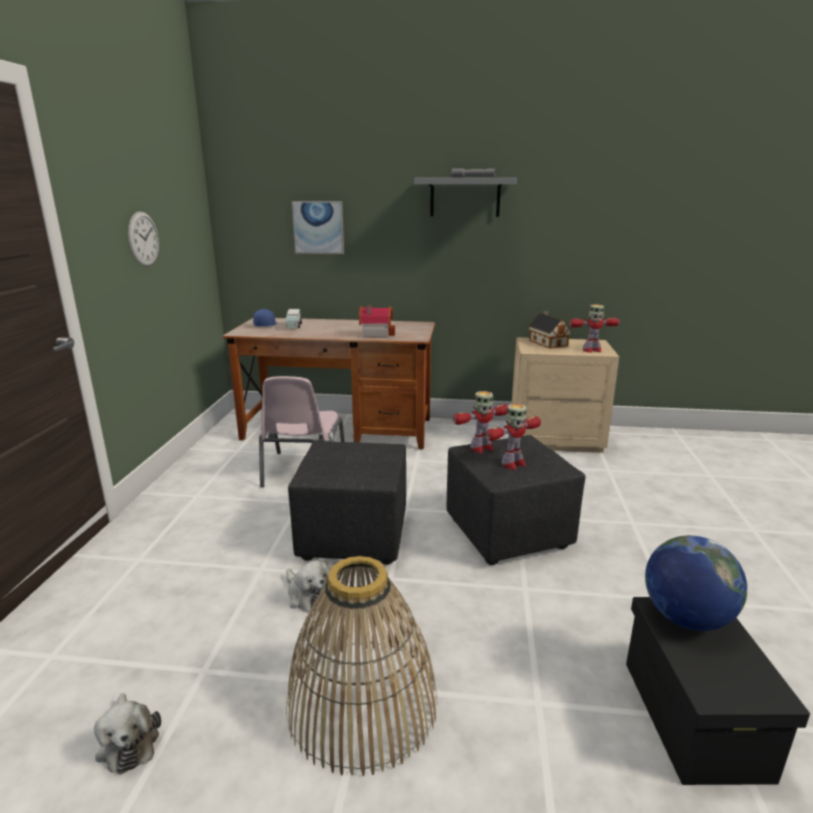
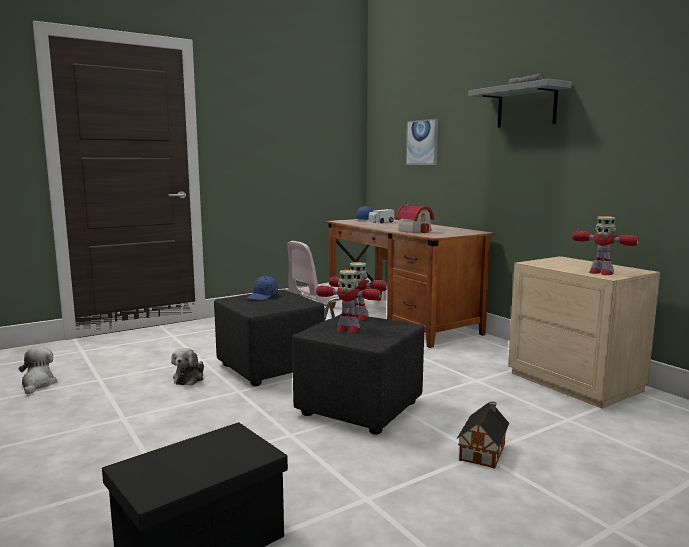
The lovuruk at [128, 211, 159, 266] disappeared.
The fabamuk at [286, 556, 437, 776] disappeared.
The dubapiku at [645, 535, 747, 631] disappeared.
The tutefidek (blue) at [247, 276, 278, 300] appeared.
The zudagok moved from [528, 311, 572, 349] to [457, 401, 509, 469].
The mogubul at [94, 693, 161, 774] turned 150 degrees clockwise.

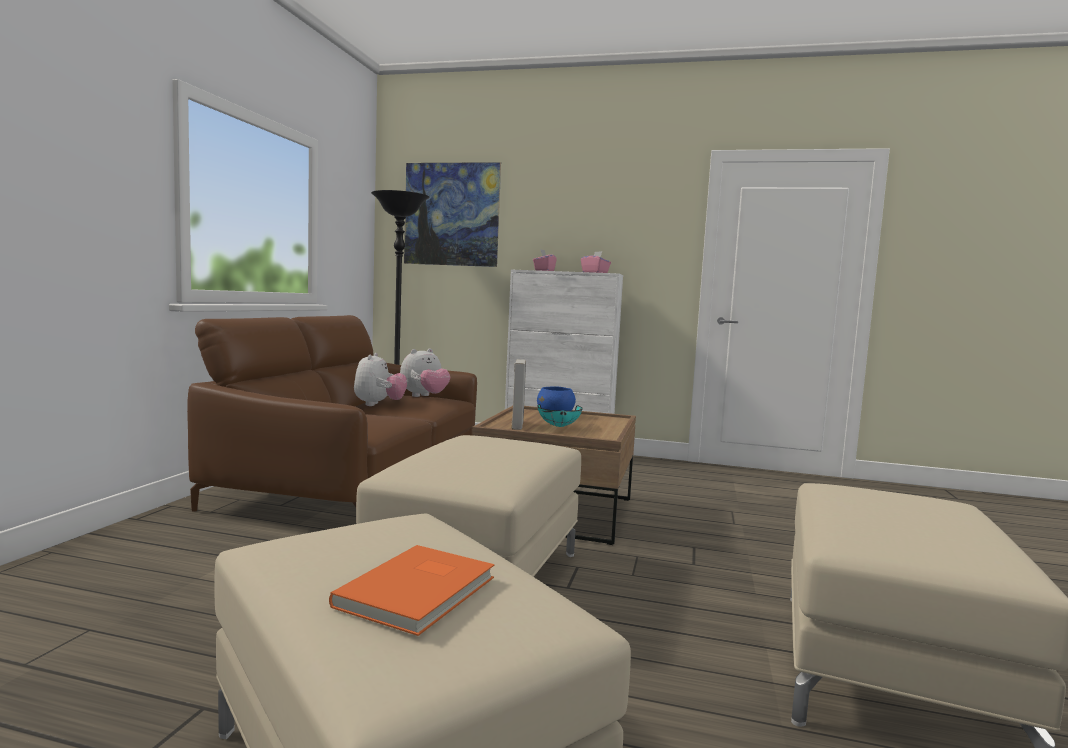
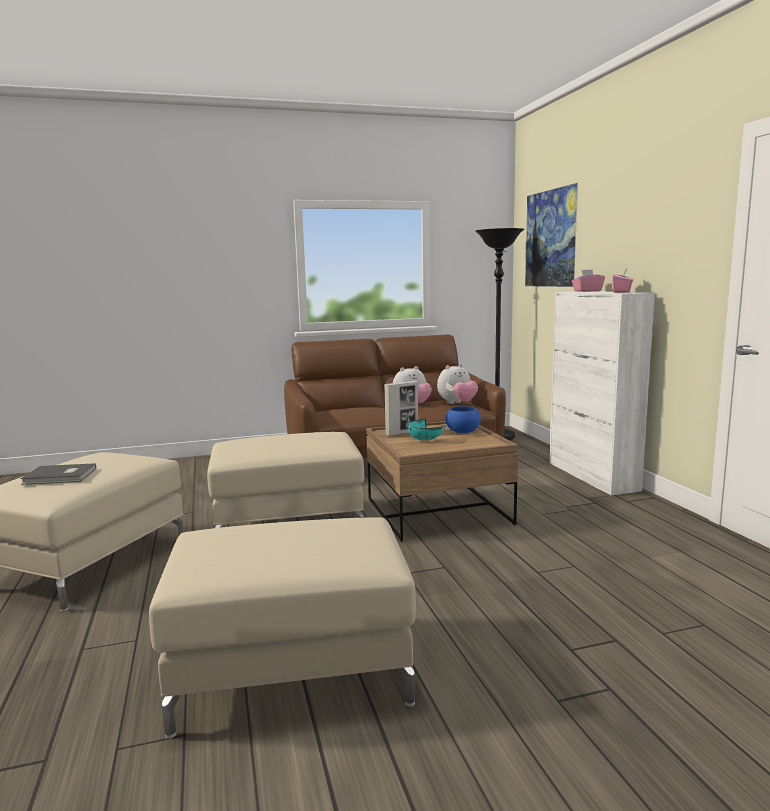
The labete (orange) at [329, 545, 495, 636] became the labete (grey) at [20, 463, 96, 485].
The mogubul at [400, 348, 450, 397] turned 45 degrees counterclockwise.

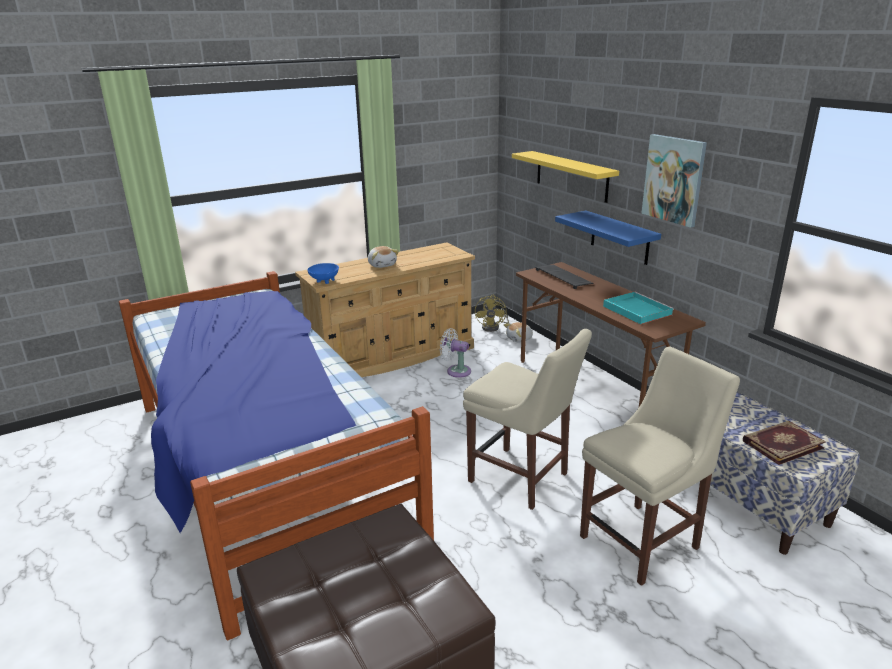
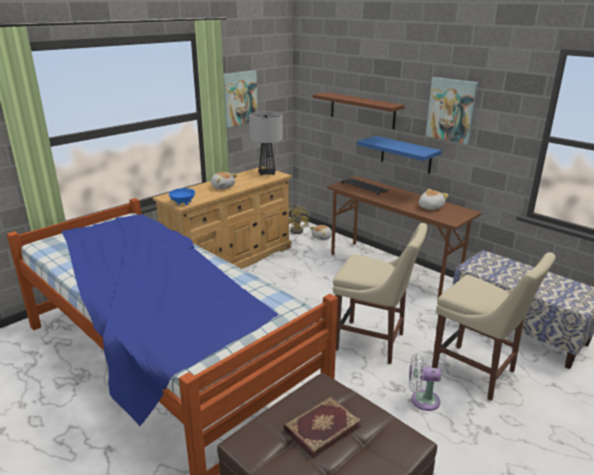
The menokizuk at [224, 70, 258, 128] appeared.
The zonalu at [249, 112, 283, 175] appeared.
The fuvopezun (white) moved from [440, 328, 471, 378] to [409, 353, 441, 411].
The labete moved from [743, 421, 826, 465] to [284, 397, 361, 459].
The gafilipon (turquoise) at [603, 292, 674, 324] was replaced by the mogubul at [419, 189, 448, 210].
The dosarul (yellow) at [512, 151, 619, 203] became the dosarul (brown) at [313, 92, 405, 129].
The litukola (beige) at [580, 347, 740, 586] turned 90 degrees clockwise.

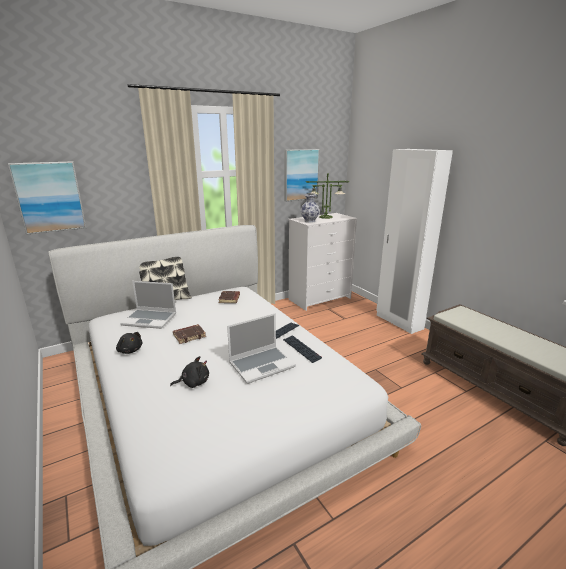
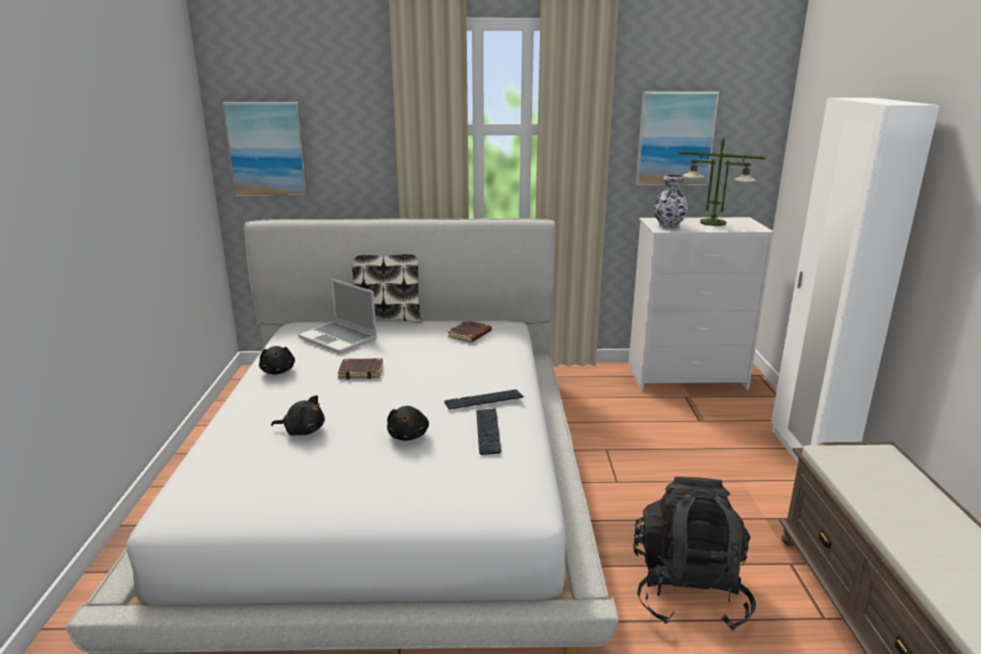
The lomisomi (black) at [633, 476, 756, 631] appeared.
The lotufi at [227, 313, 296, 384] was replaced by the mogubul (black) at [387, 406, 429, 441].

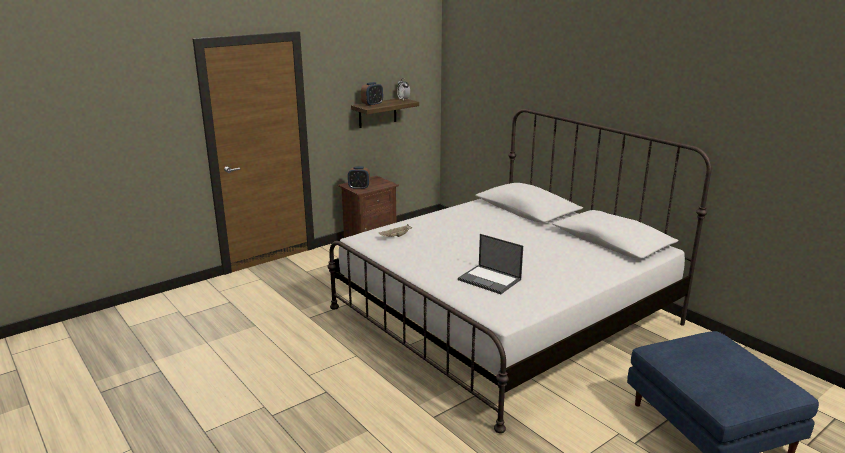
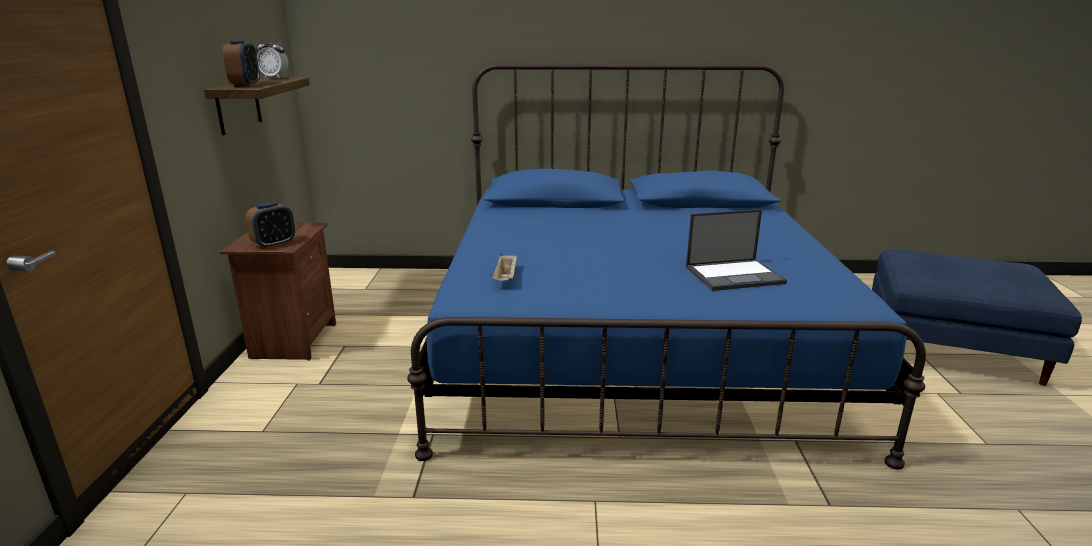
The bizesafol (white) at [327, 109, 712, 433] became the bizesafol (blue) at [407, 64, 926, 470].

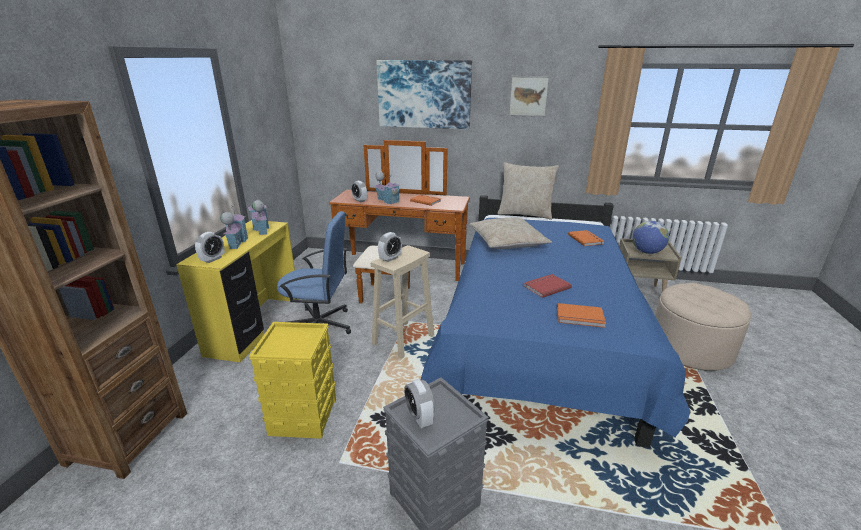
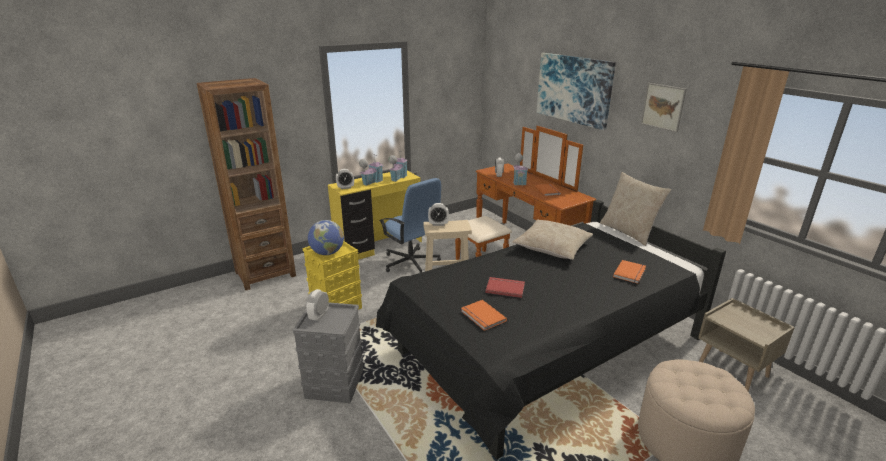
The dubapiku moved from [632, 221, 669, 254] to [308, 220, 344, 255].
The bizesafol (blue) at [421, 195, 690, 448] became the bizesafol (black) at [376, 200, 726, 460].

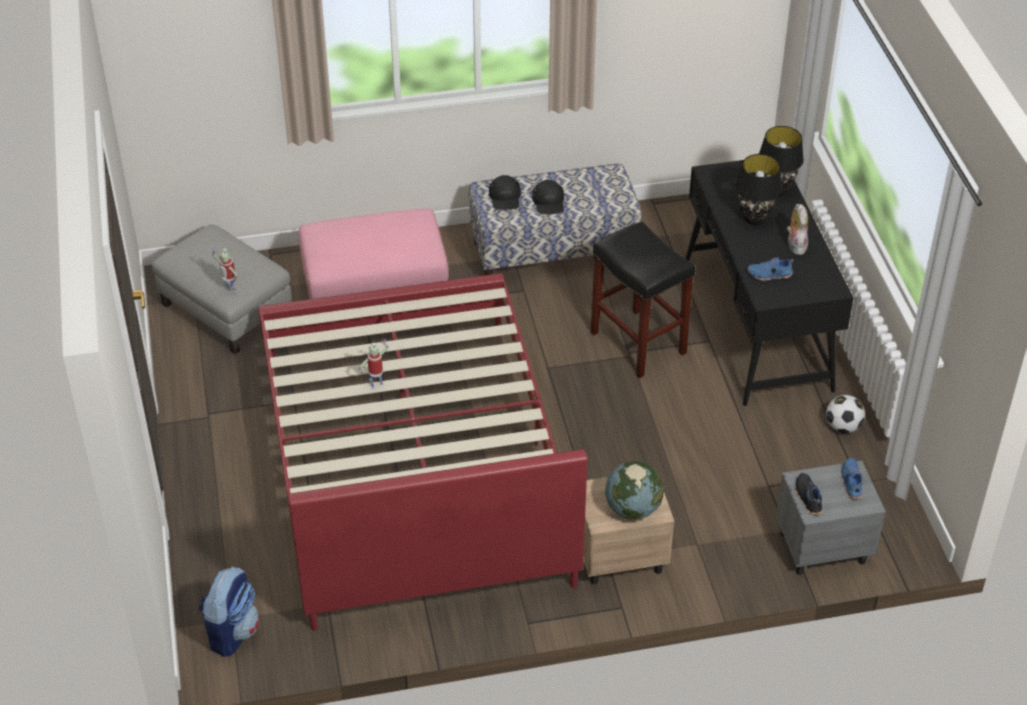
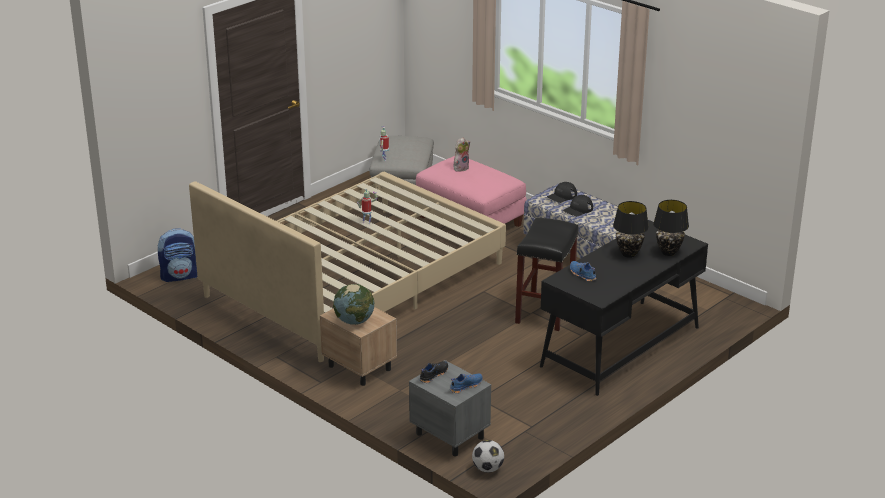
The mogubul moved from [786, 204, 808, 255] to [454, 137, 470, 172].
The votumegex moved from [826, 395, 865, 433] to [472, 440, 504, 473].
The bizesafol (red) at [258, 273, 588, 631] became the bizesafol (beige) at [189, 172, 506, 362].

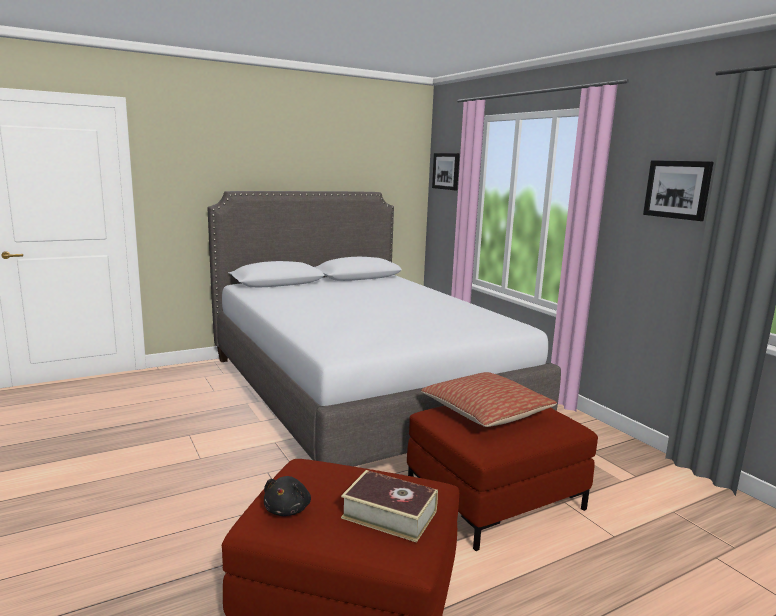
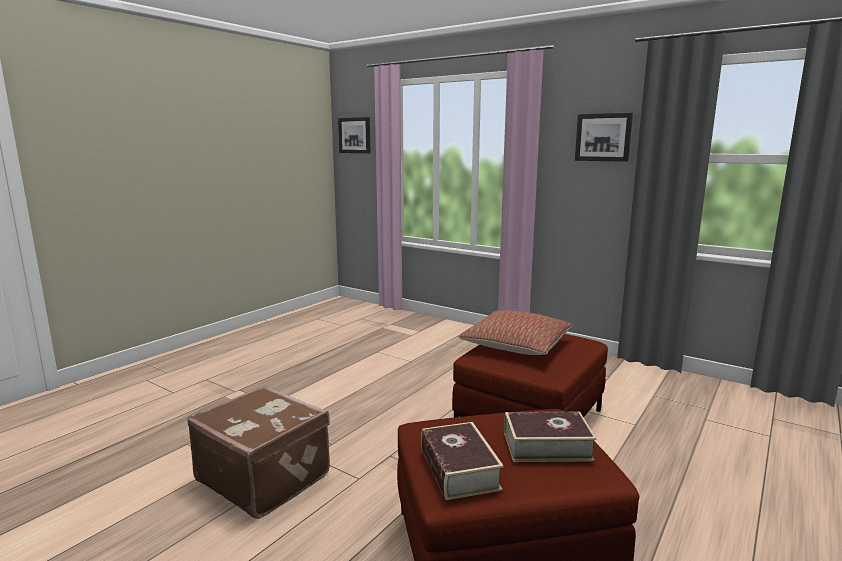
The bizesafol (grey) at [207, 191, 561, 466] disappeared.
The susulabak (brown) at [187, 385, 330, 519] appeared.
The mogubul (black) at [264, 476, 311, 516] was replaced by the labete at [421, 422, 504, 500].

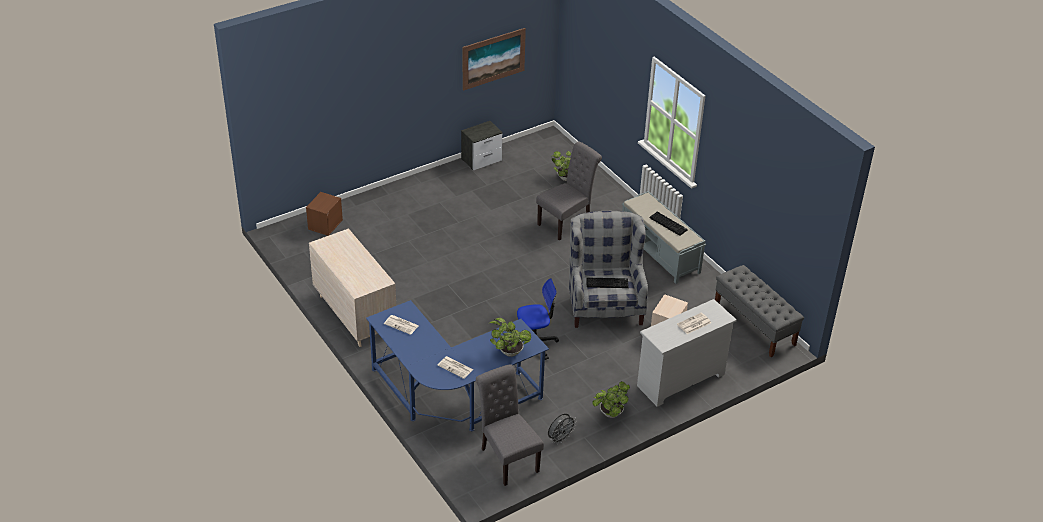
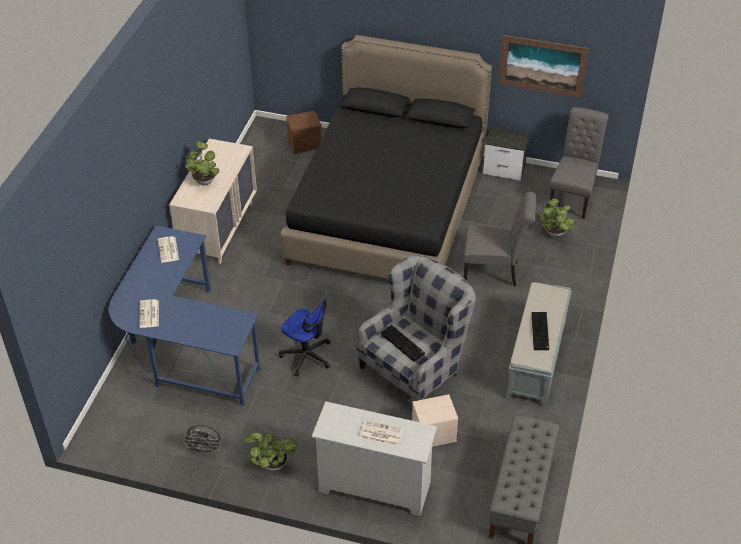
The bizesafol (black) at [280, 35, 492, 279] appeared.
The litukola (grey) moved from [476, 364, 544, 486] to [549, 107, 609, 219].
The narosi moved from [490, 318, 531, 357] to [185, 141, 219, 185].

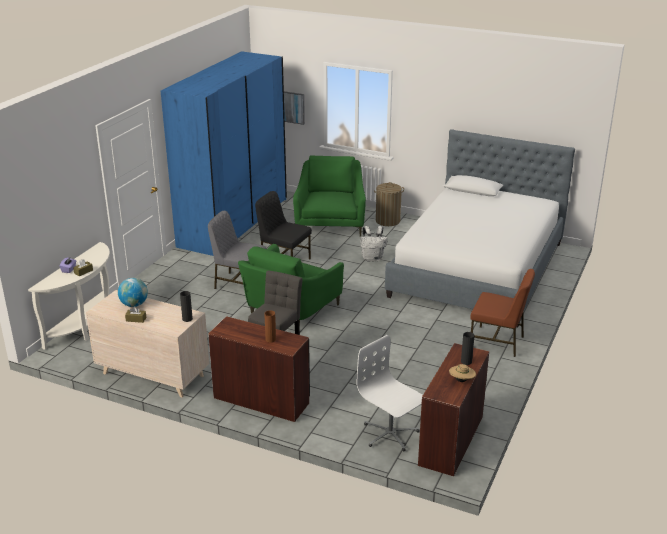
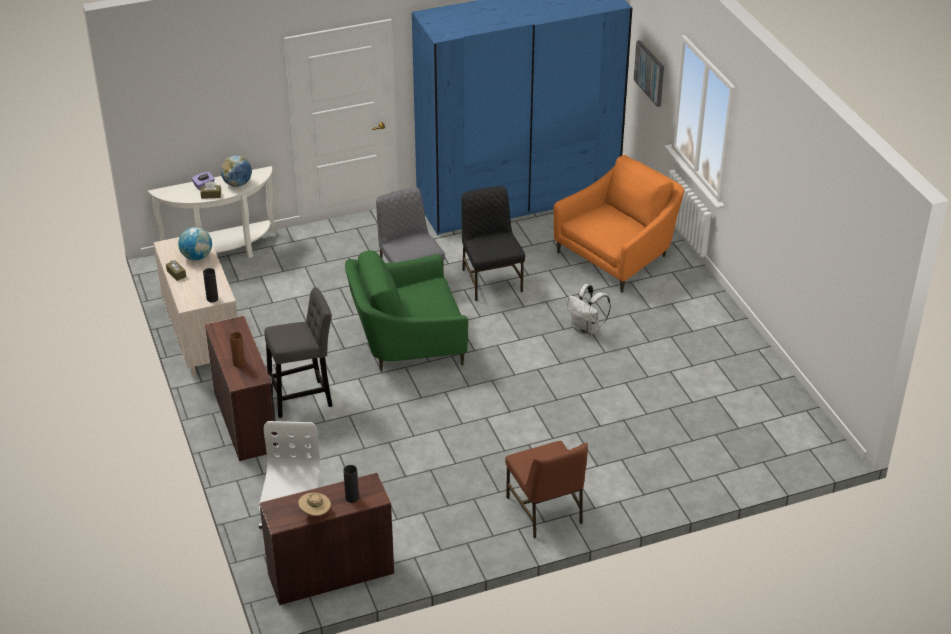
The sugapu at [374, 182, 404, 226] disappeared.
The bizesafol at [385, 129, 575, 327] disappeared.
The dubapiku at [220, 155, 252, 187] appeared.
The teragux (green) at [293, 155, 366, 236] became the teragux (orange) at [554, 155, 684, 293].

